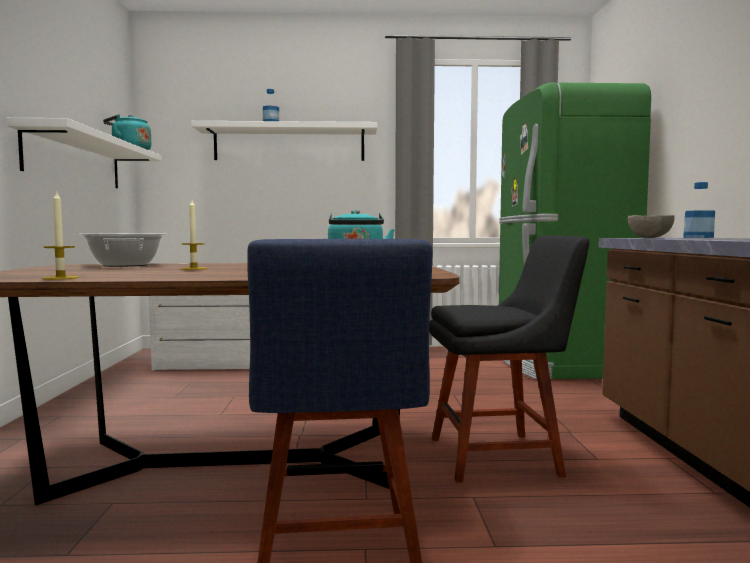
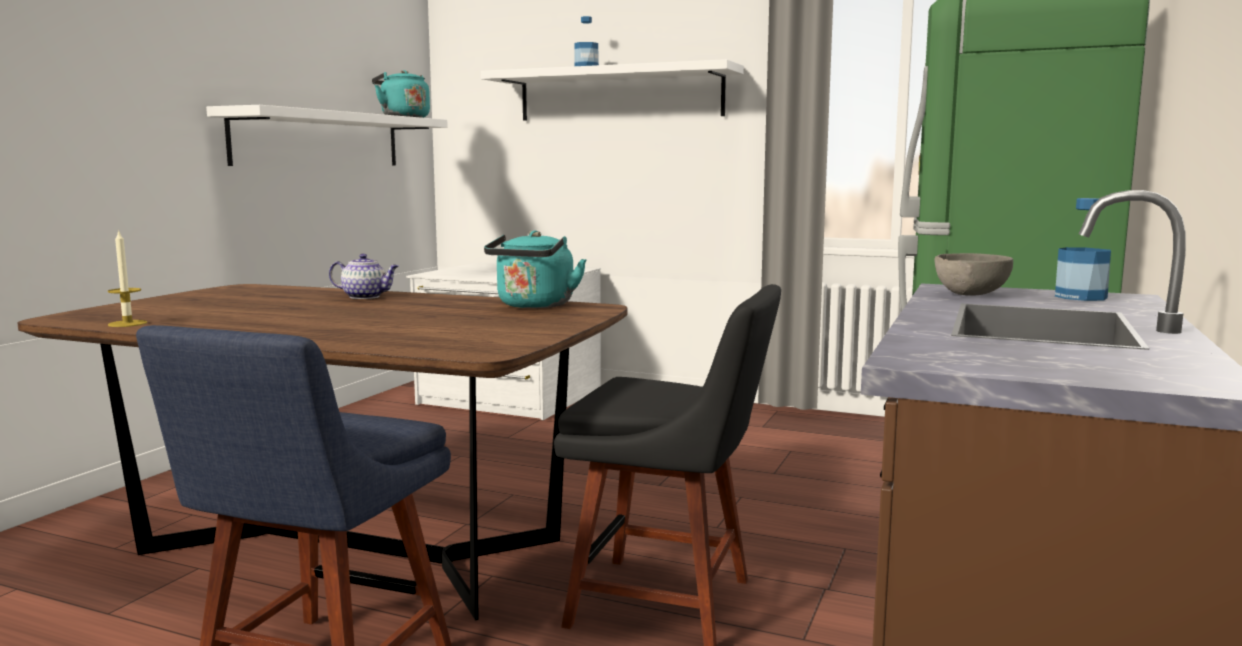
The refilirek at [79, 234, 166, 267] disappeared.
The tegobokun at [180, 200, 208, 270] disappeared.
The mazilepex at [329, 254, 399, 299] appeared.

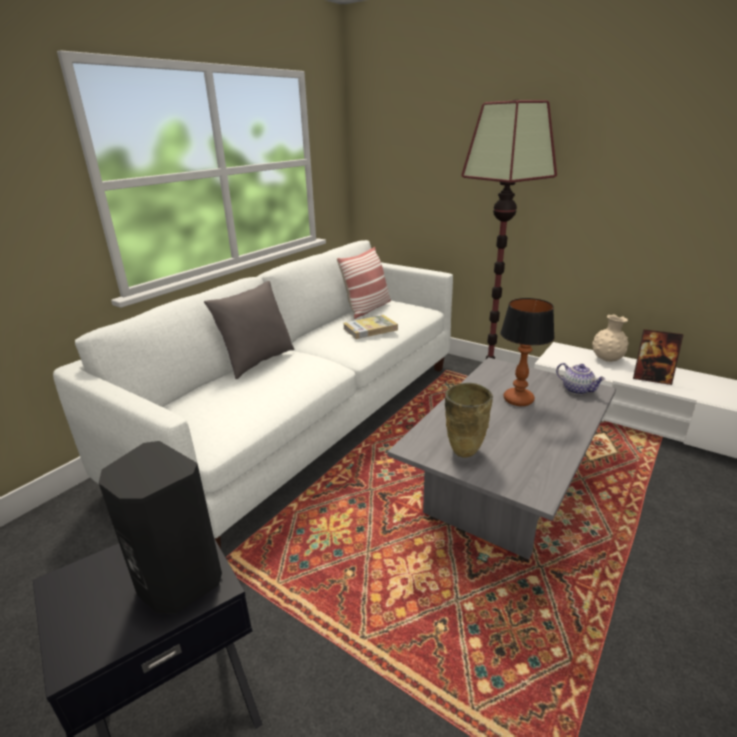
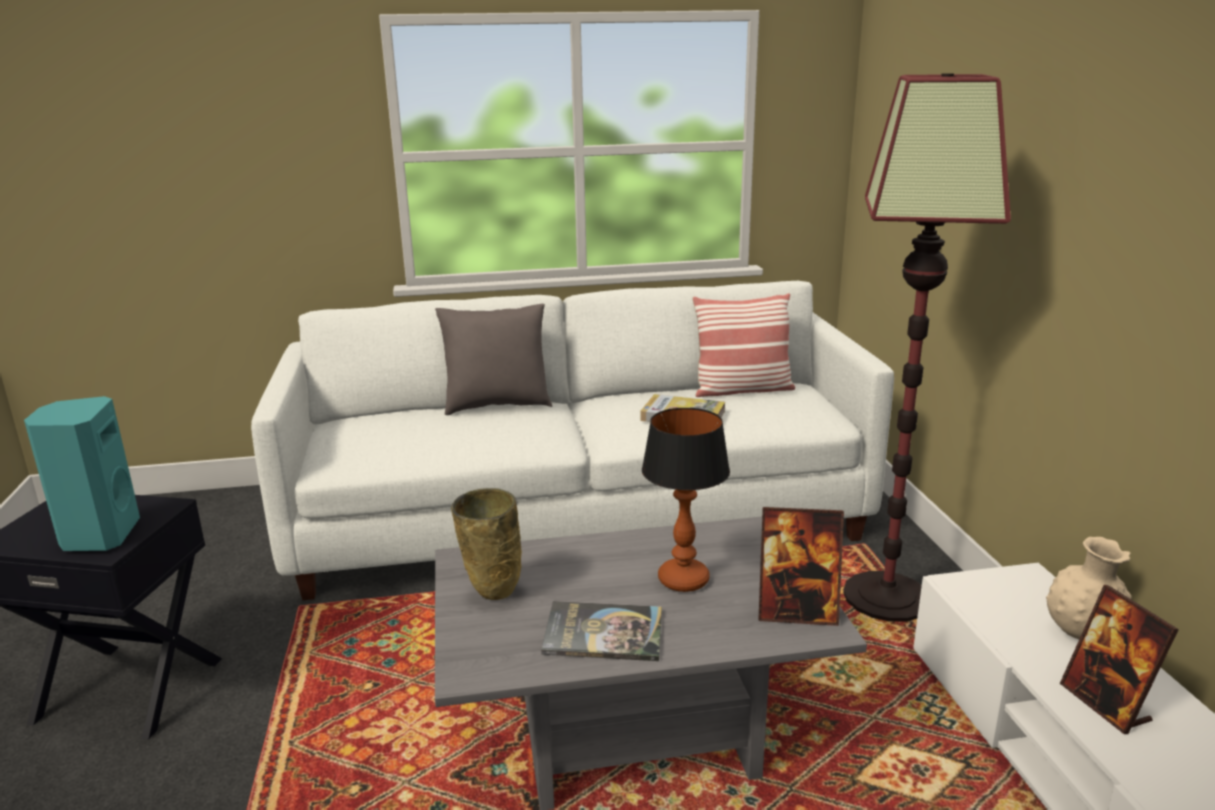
The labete at [541, 601, 662, 661] appeared.
The mazilepex at [556, 363, 606, 395] was replaced by the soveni at [759, 507, 844, 626].
The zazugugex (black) at [99, 441, 222, 614] became the zazugugex (turquoise) at [24, 396, 140, 551].

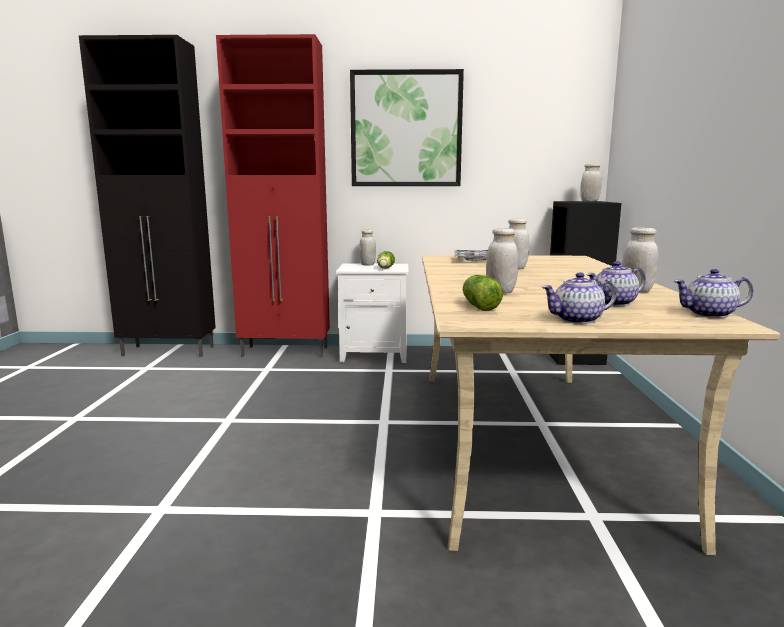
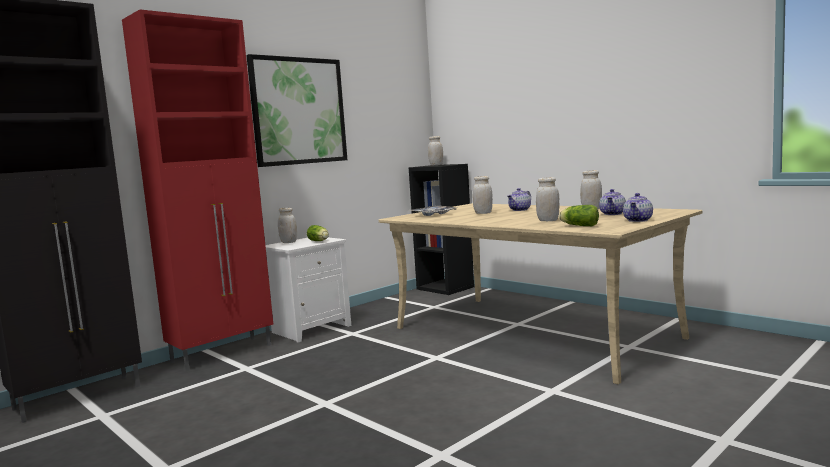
The mazilepex moved from [674, 269, 754, 318] to [507, 188, 531, 211].

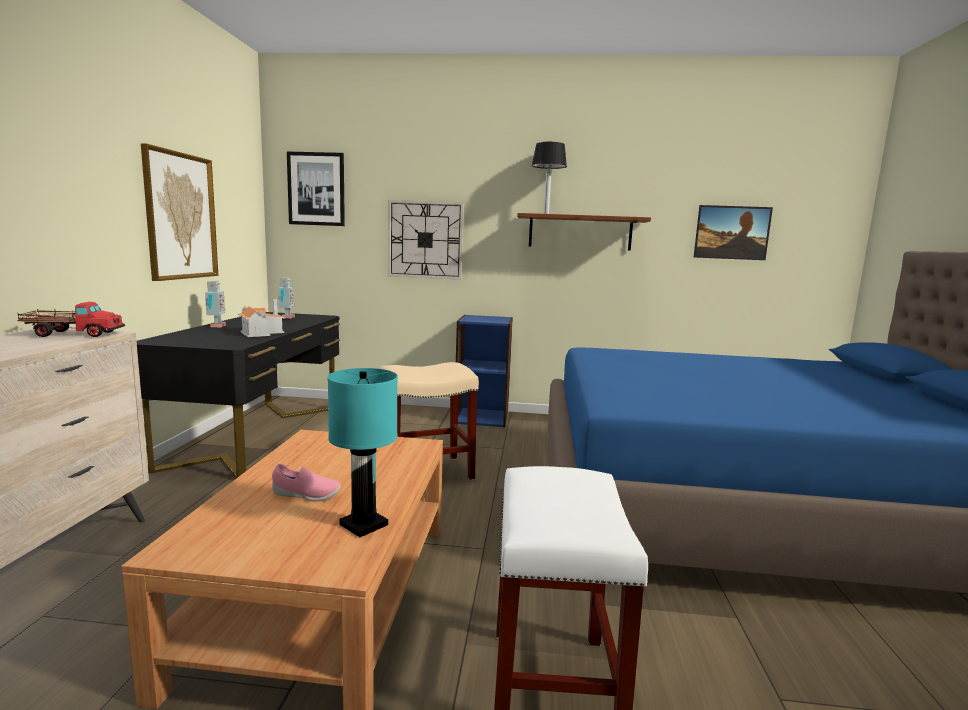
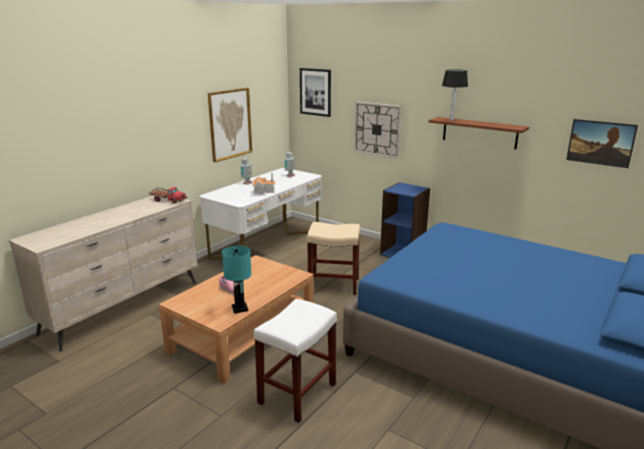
The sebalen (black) at [136, 312, 340, 478] became the sebalen (white) at [200, 168, 322, 259].

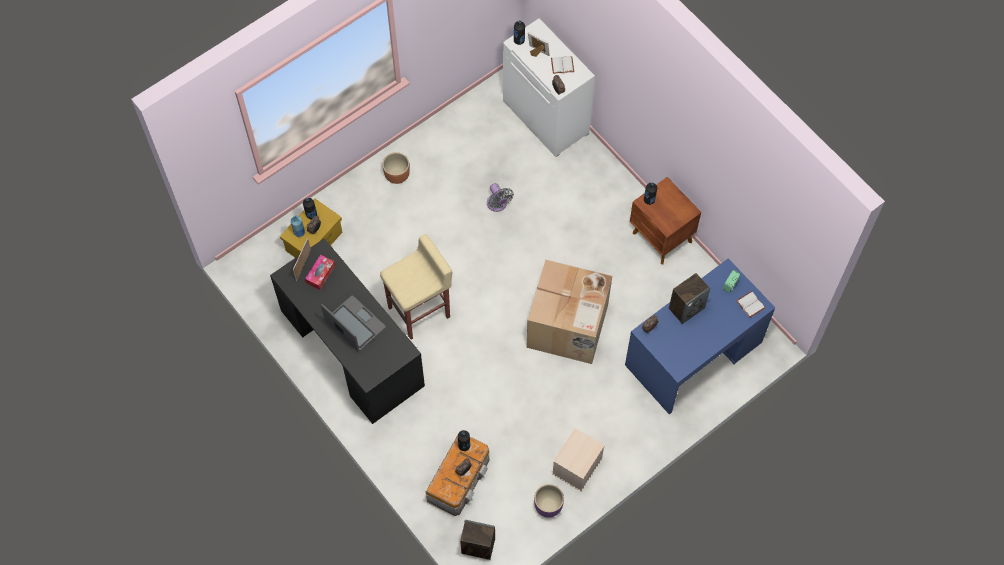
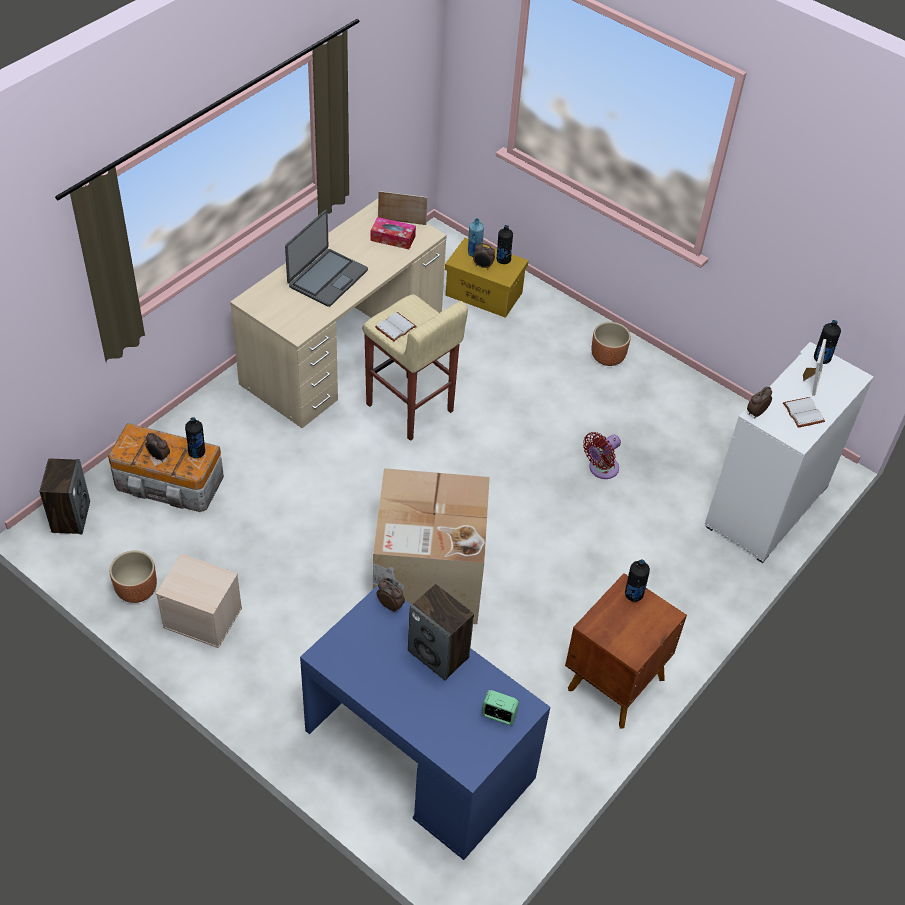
The labete (white) moved from [736, 291, 765, 318] to [375, 312, 416, 341].
The sebalen (black) at [270, 238, 425, 424] became the sebalen (beige) at [230, 199, 447, 428].
The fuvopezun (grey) at [487, 183, 514, 212] became the fuvopezun (red) at [583, 432, 621, 479].
The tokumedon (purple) at [534, 484, 564, 518] became the tokumedon (brown) at [110, 551, 157, 603].

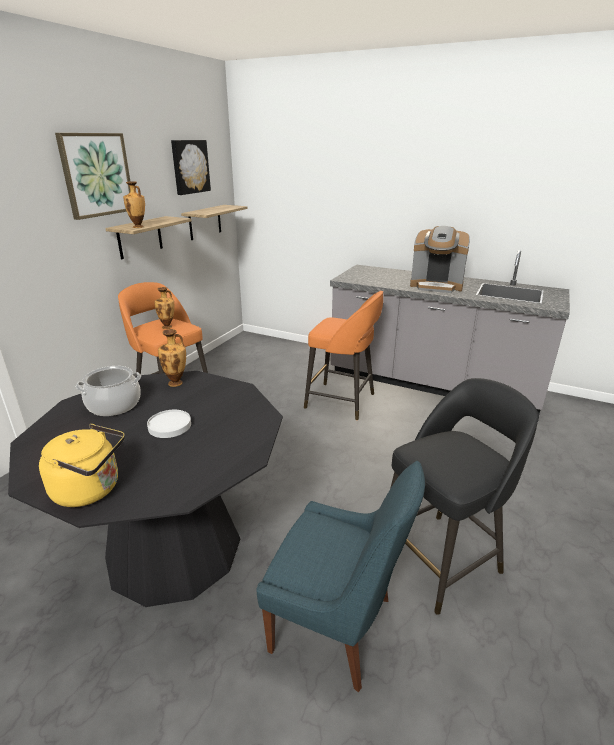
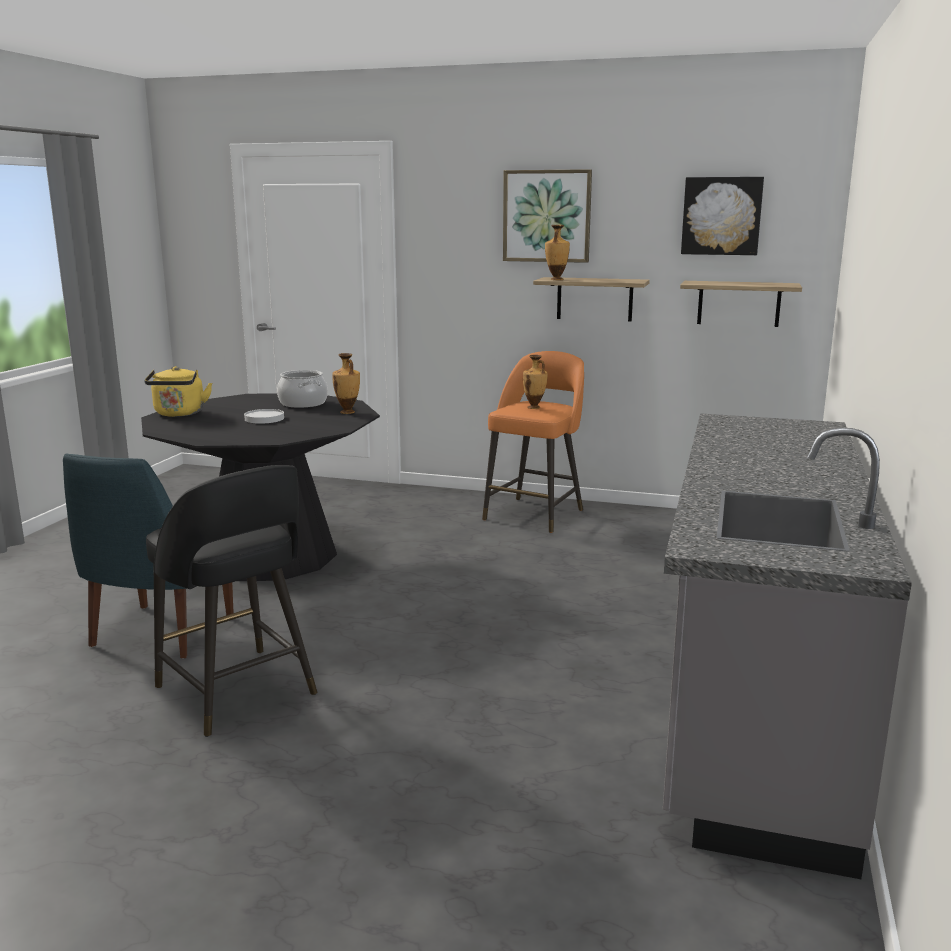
The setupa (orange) at [304, 291, 383, 420] disappeared.
The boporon at [410, 226, 470, 293] disappeared.

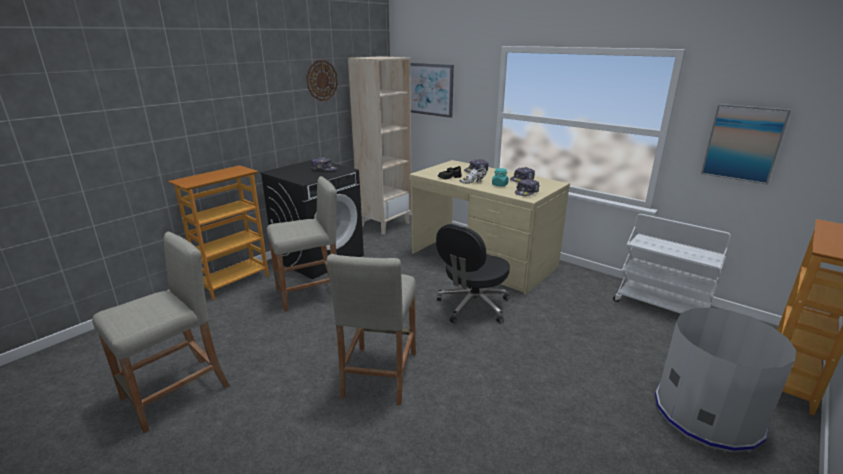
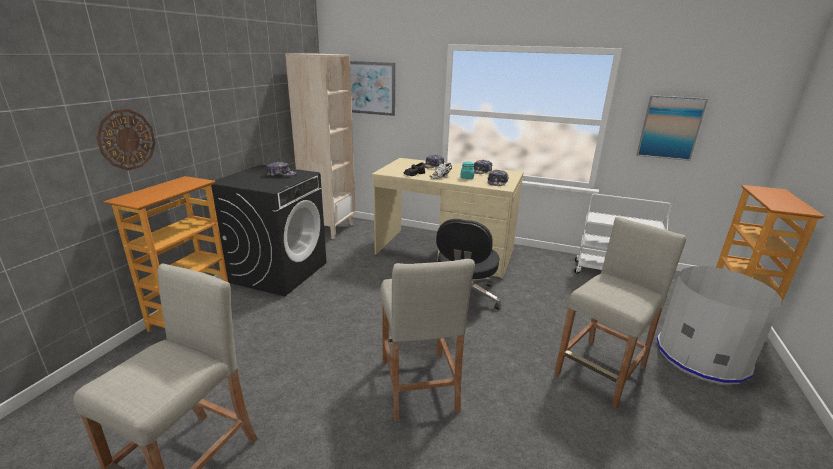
The setupa (beige) moved from [267, 176, 337, 312] to [554, 217, 686, 408].
The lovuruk moved from [306, 60, 338, 101] to [96, 109, 156, 170].

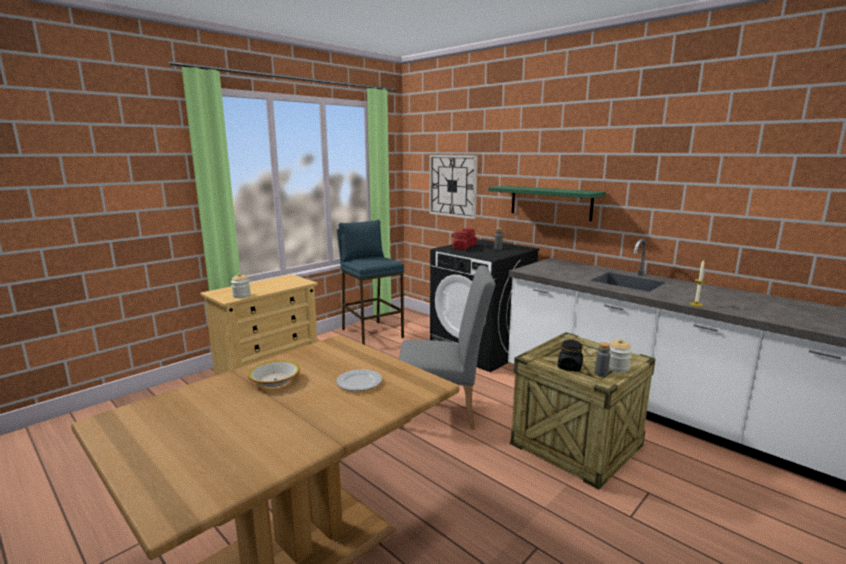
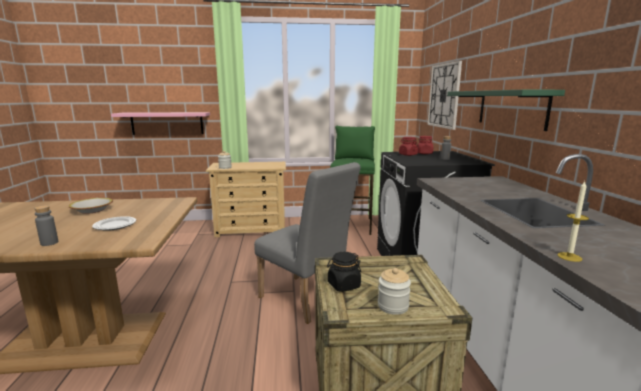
The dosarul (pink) at [111, 112, 210, 135] appeared.
The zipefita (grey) moved from [595, 342, 610, 377] to [34, 205, 58, 246].
The setupa (blue) at [337, 220, 404, 345] became the setupa (green) at [330, 125, 375, 235].

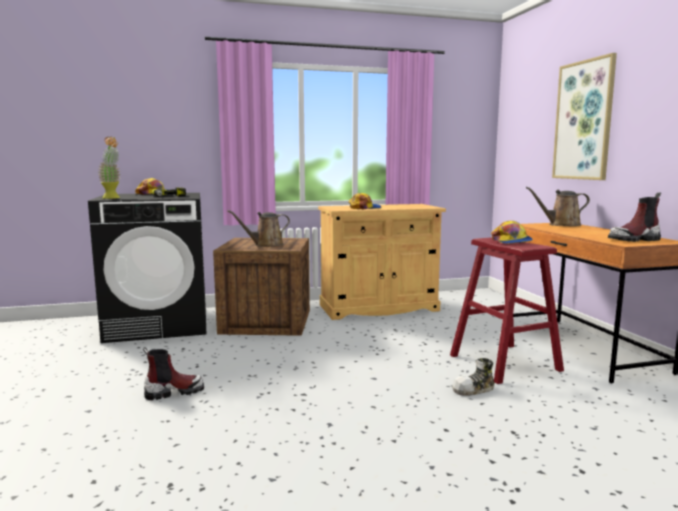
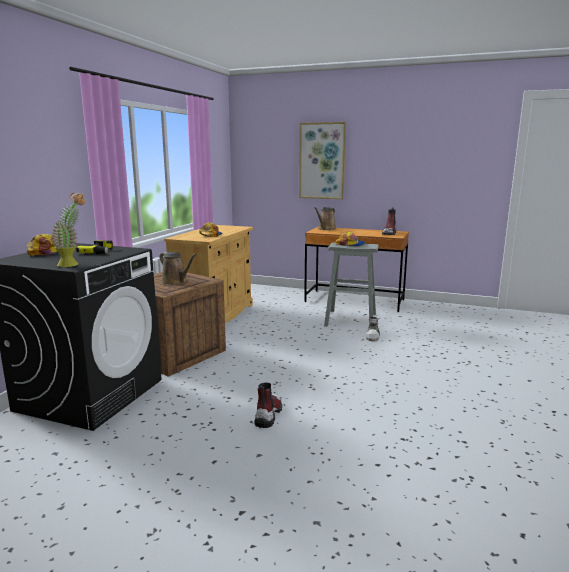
The setupa (red) at [450, 237, 564, 384] became the setupa (grey) at [324, 242, 379, 327].
The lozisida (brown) at [227, 210, 290, 247] turned 60 degrees counterclockwise.

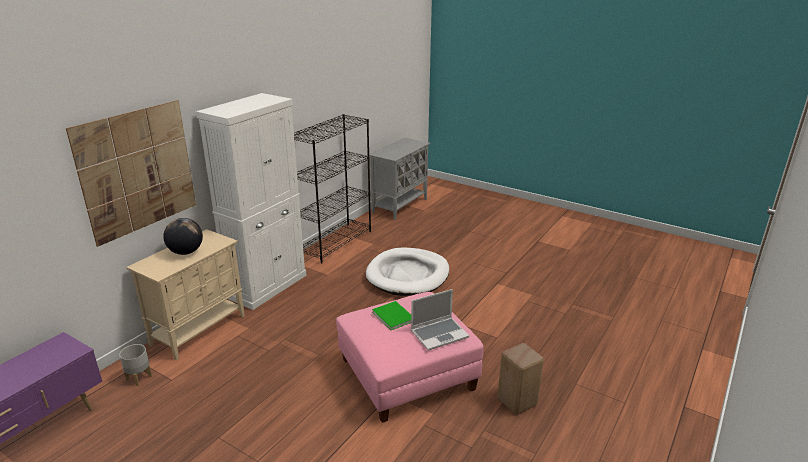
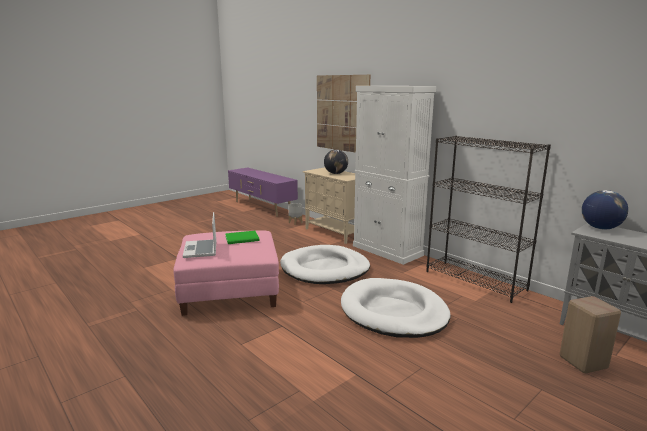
The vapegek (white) at [280, 245, 370, 284] appeared.
The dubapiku at [582, 190, 628, 230] appeared.
The setupa (beige) moved from [497, 343, 544, 415] to [560, 296, 621, 373].

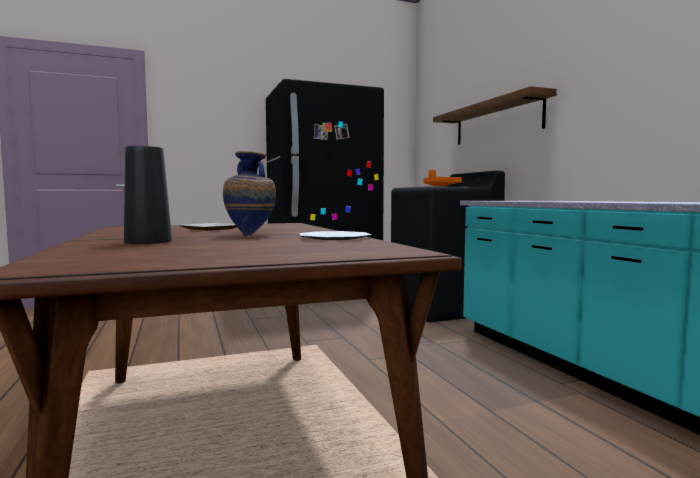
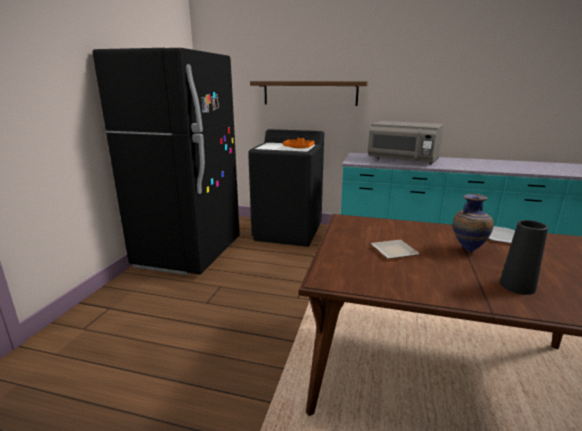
The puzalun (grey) at [368, 121, 444, 165] appeared.

